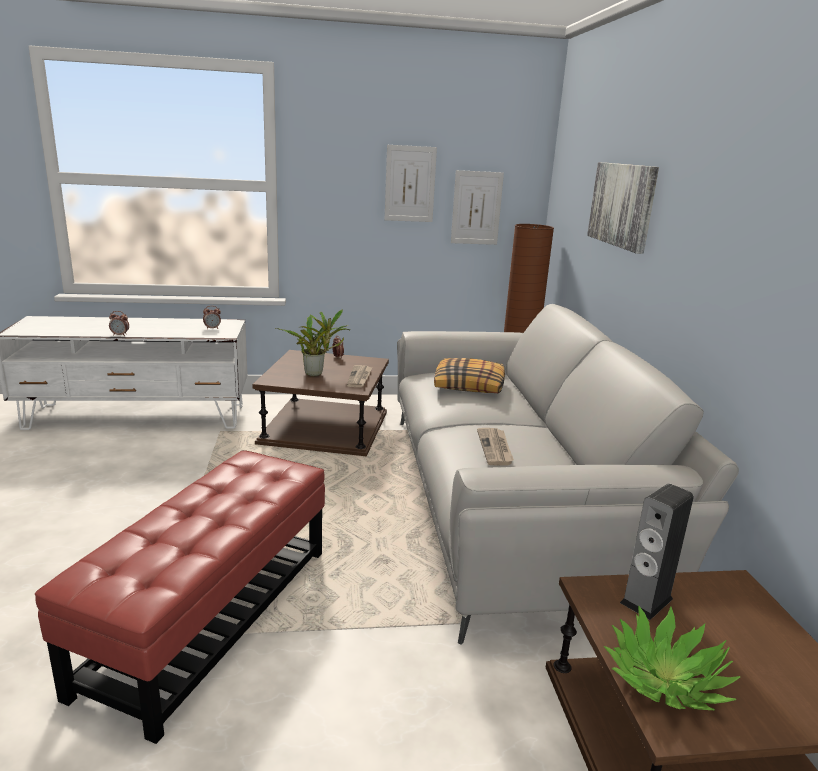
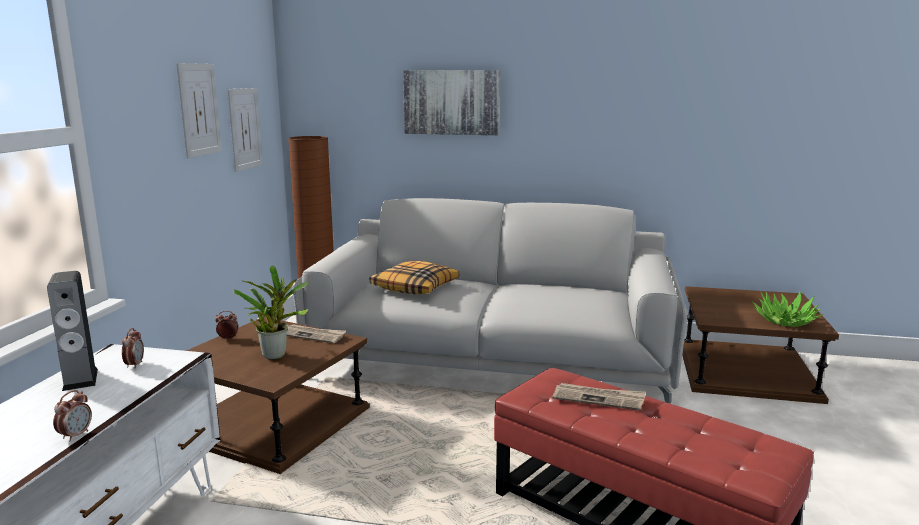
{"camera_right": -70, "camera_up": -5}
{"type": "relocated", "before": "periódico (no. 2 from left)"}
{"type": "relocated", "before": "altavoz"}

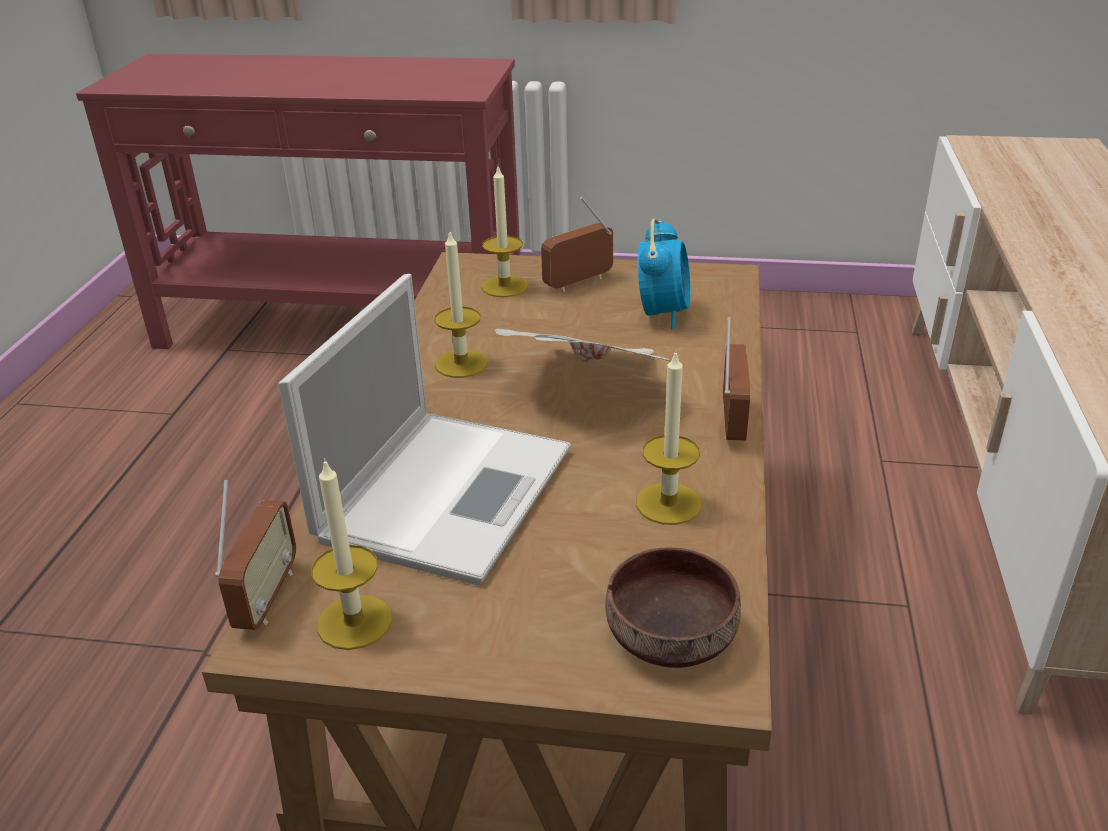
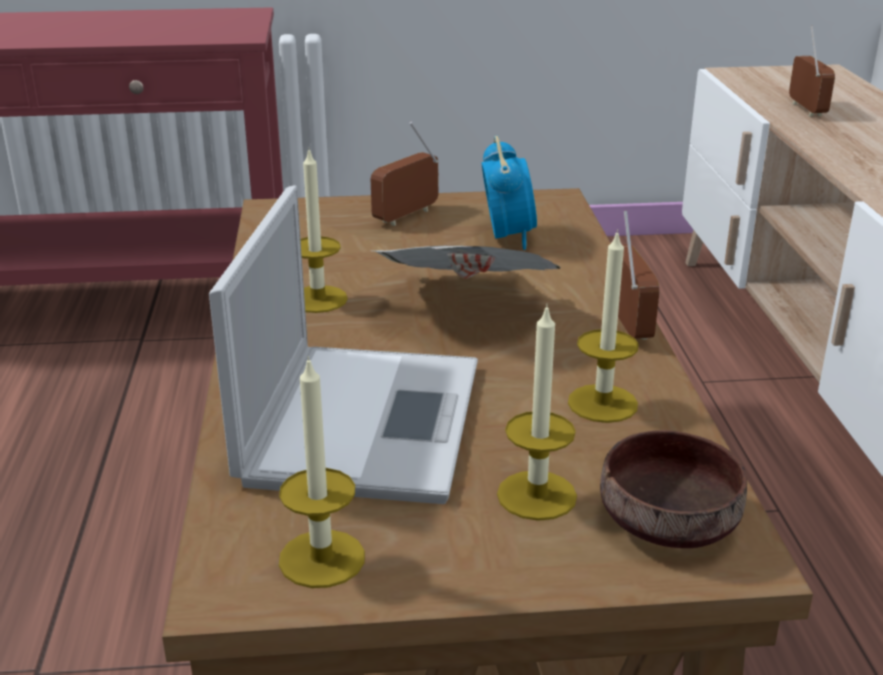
{"camera_right": -15, "camera_up": -5}
{"type": "relocated", "before": "radio (no. 1 from left in the first image)", "after": "radio (no. 3 from left)"}
{"type": "relocated", "before": "vela (no. 3 from left)"}

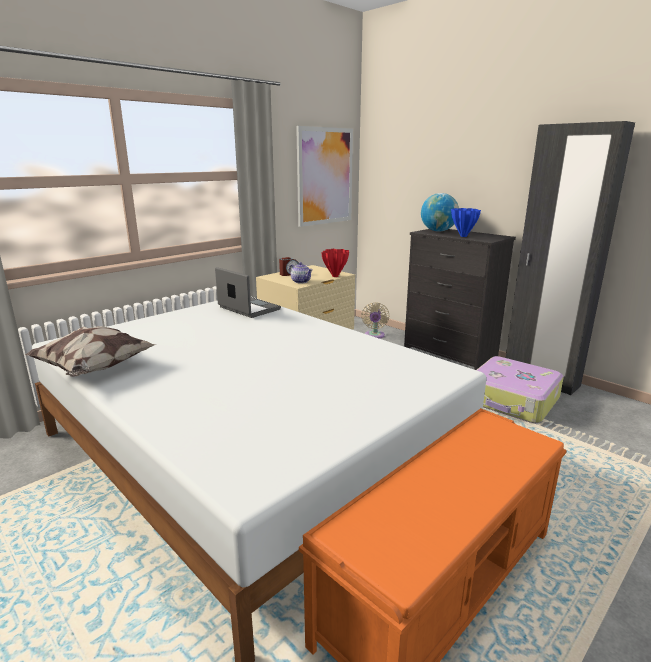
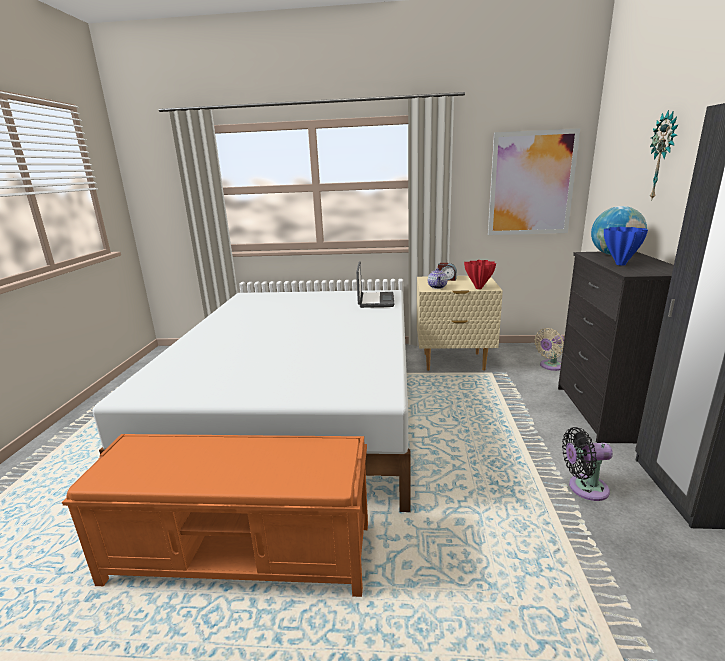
{"camera_right": 50, "camera_up": 0}
{"type": "missing", "before": "cojín"}
{"type": "exchanged", "before": "maleta", "after": "ventilador [negro]"}
{"type": "appeared", "after": "reloj de pared"}

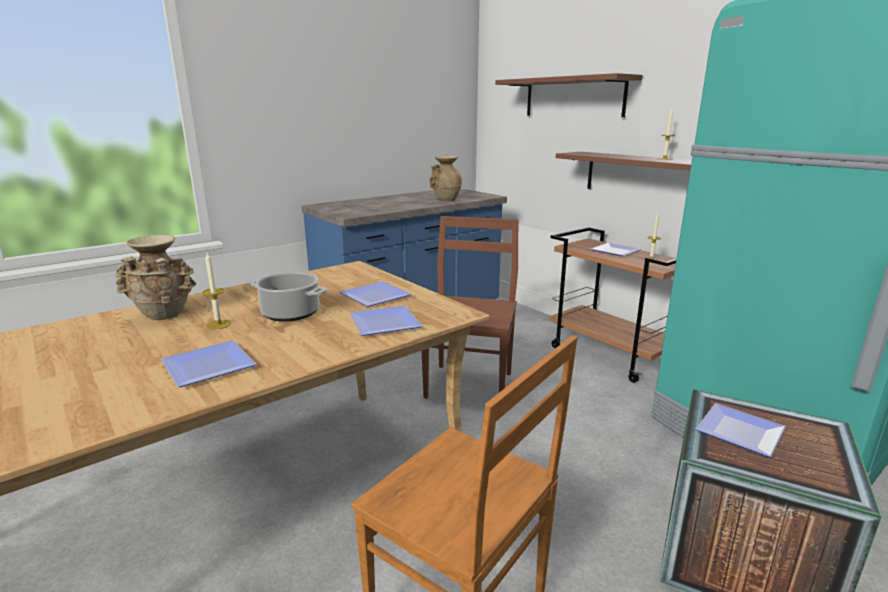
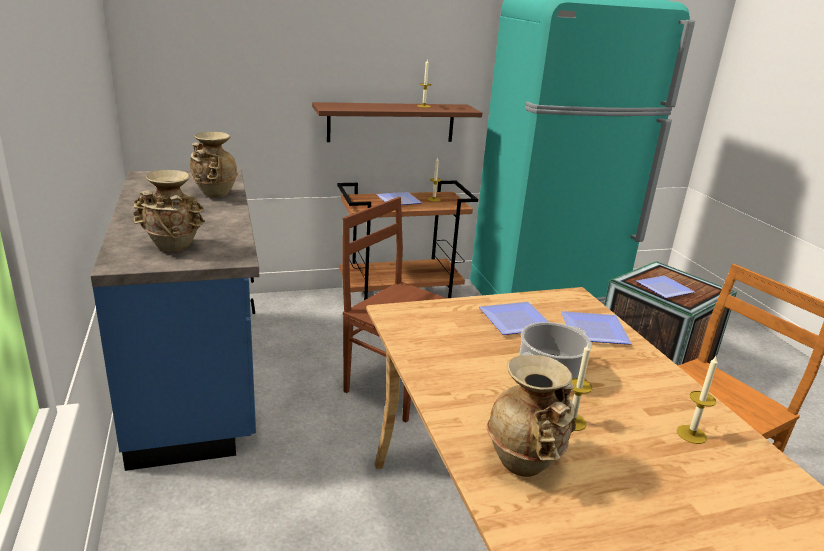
{"camera_right": -70, "camera_up": 5}
{"type": "exchanged", "before": "plato (no. 1 from left)", "after": "vela (no. 4 from left)"}
{"type": "missing", "before": "estante [marrón] (no. 1 from left)"}
{"type": "appeared", "after": "florero [beis] (no. 1 from left)"}

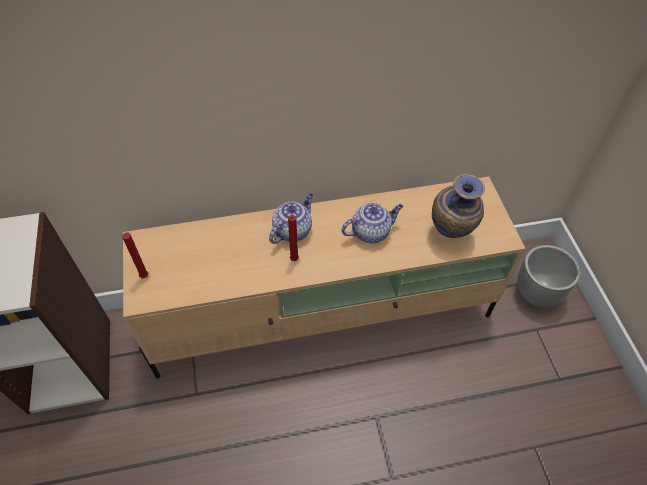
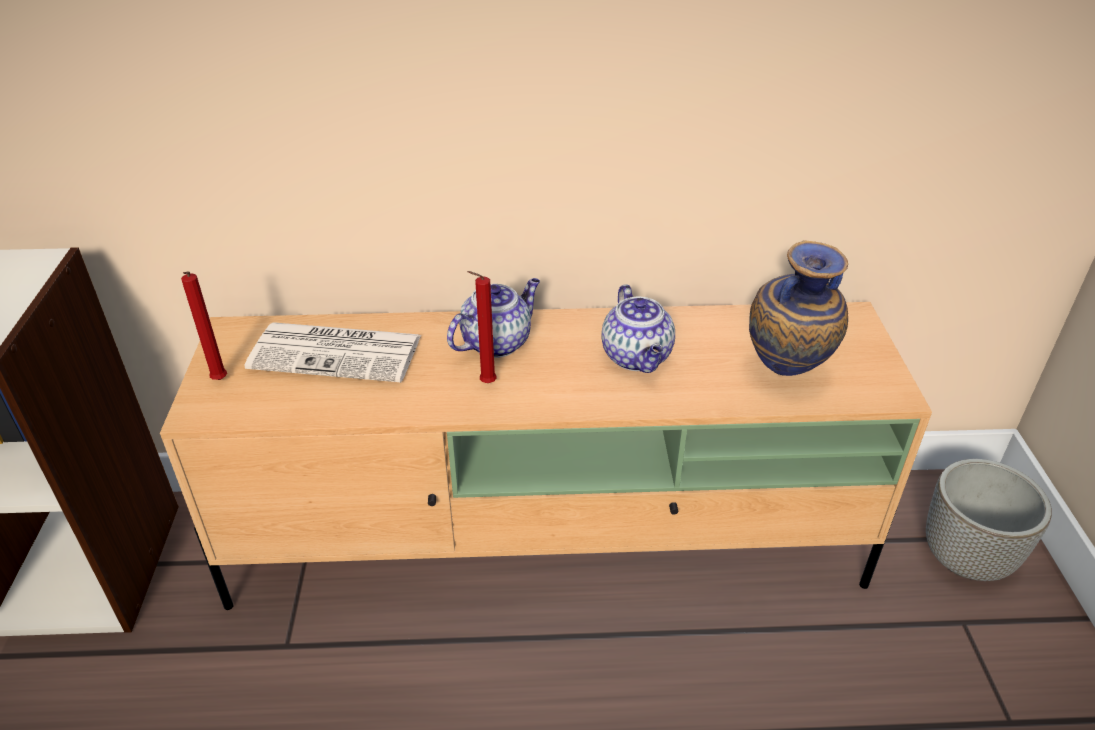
{"camera_right": 10, "camera_up": -15}
{"type": "spun", "before": "tetera (no. 2 from left)", "turn": 90}
{"type": "appeared", "after": "periódico"}

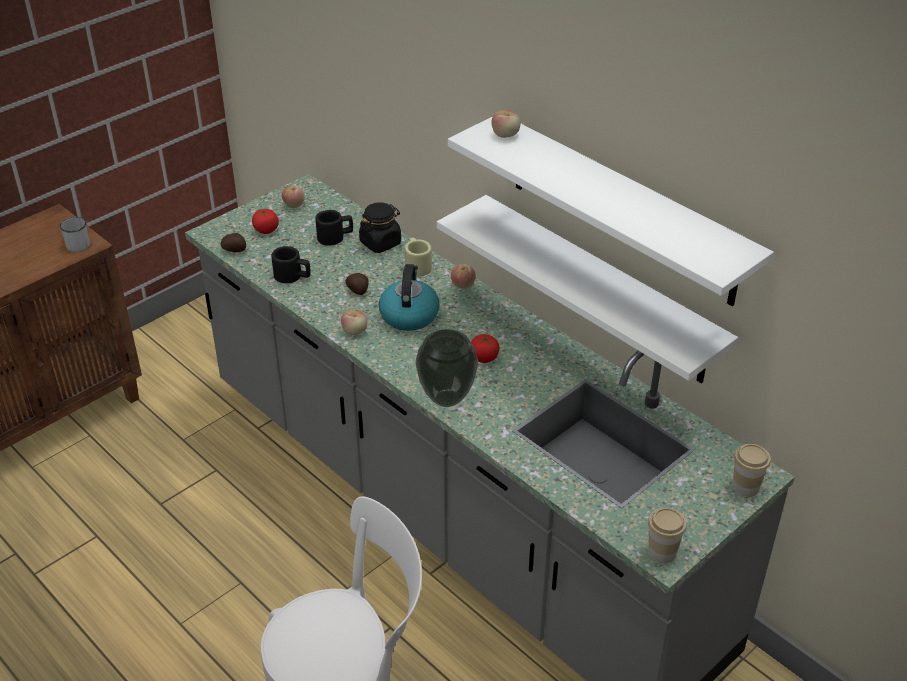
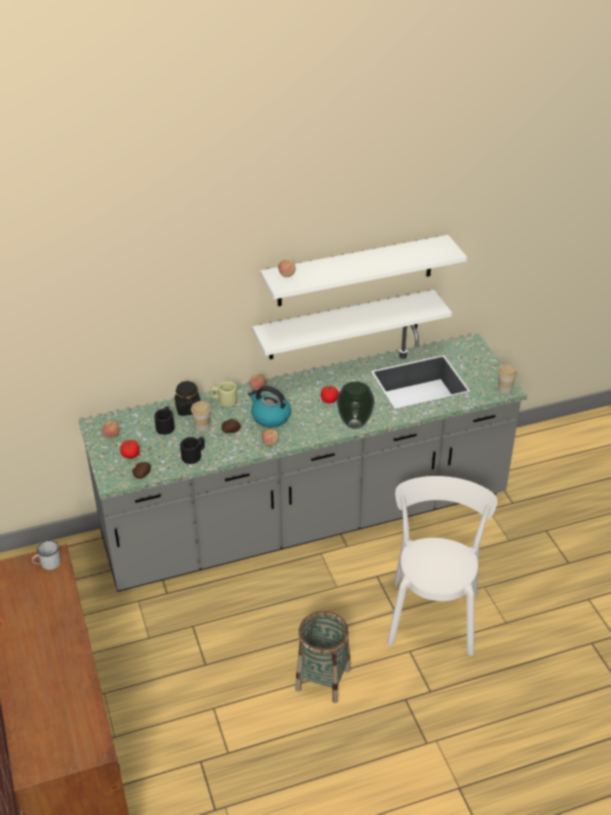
{"camera_right": -65, "camera_up": 0}
{"type": "relocated", "before": "taza (no. 2 from left in the first image)", "after": "taza (no. 1 from left)"}
{"type": "appeared", "after": "cesta"}

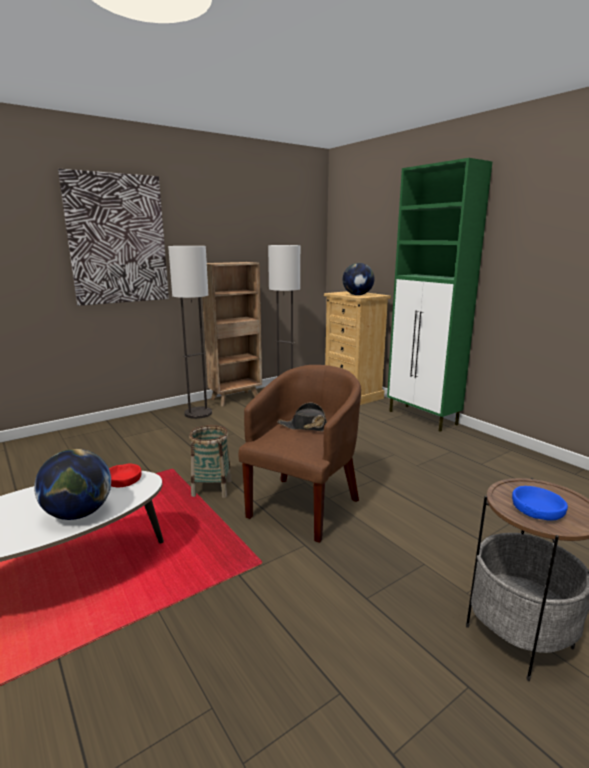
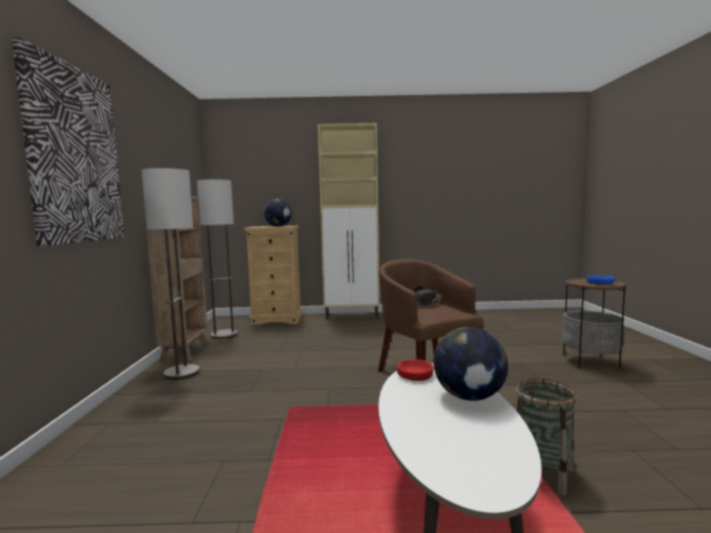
{"camera_right": -55, "camera_up": -10}
{"type": "relocated", "before": "cesta"}
{"type": "colour", "before": "armario [verde]", "after": "armario [beis]"}

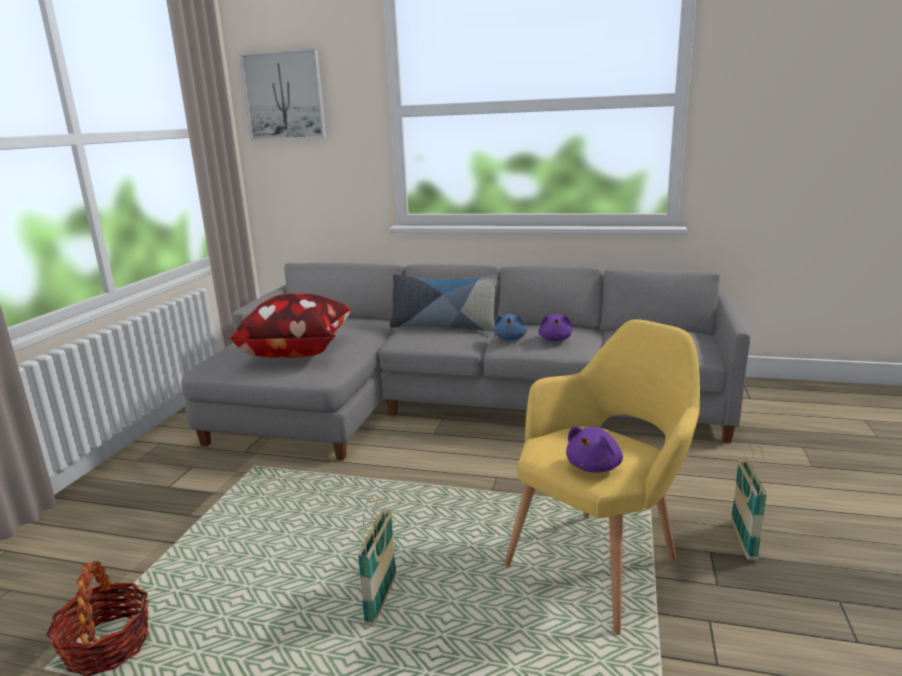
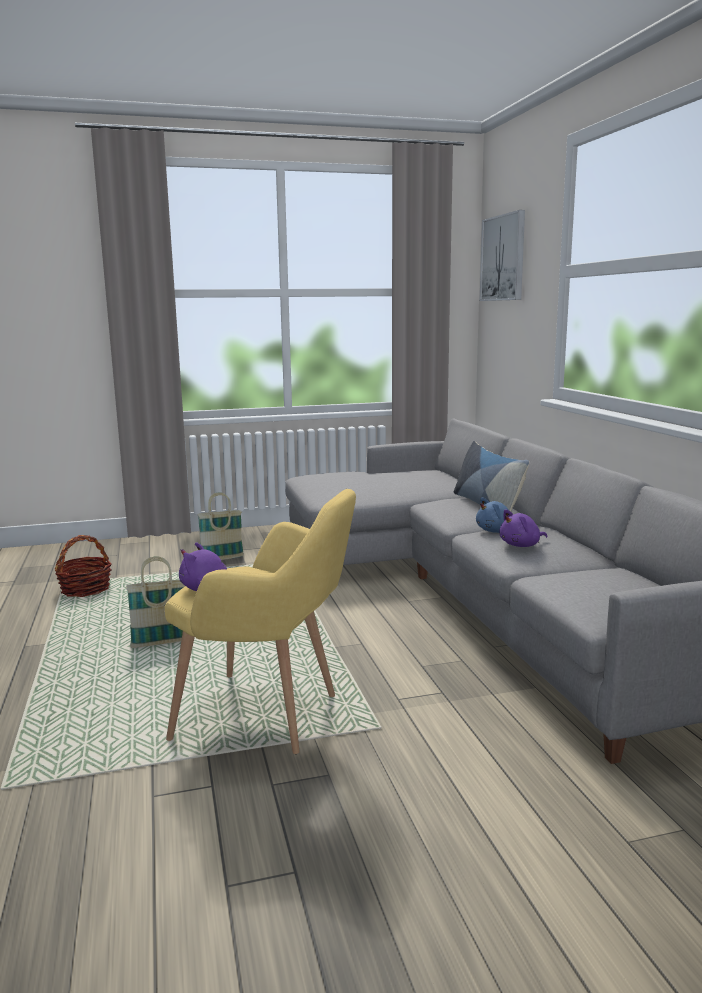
{"camera_right": 60, "camera_up": -5}
{"type": "missing", "before": "cojín (no. 1 from left)"}
{"type": "relocated", "before": "cesta (no. 3 from left)"}

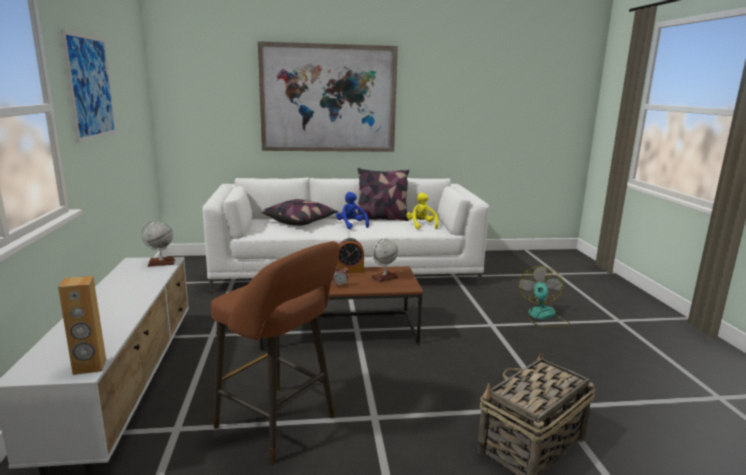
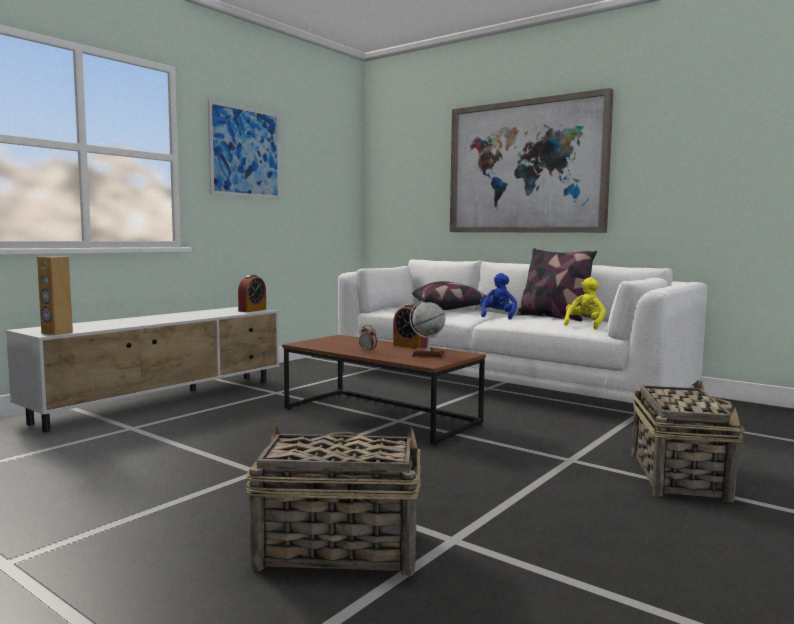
{"camera_right": 45, "camera_up": -10}
{"type": "exchanged", "before": "globo terráqueo (no. 1 from left)", "after": "despertador (no. 1 from left)"}
{"type": "missing", "before": "taburete [marrón]"}
{"type": "exchanged", "before": "ventilador", "after": "cesta (no. 2 from left)"}

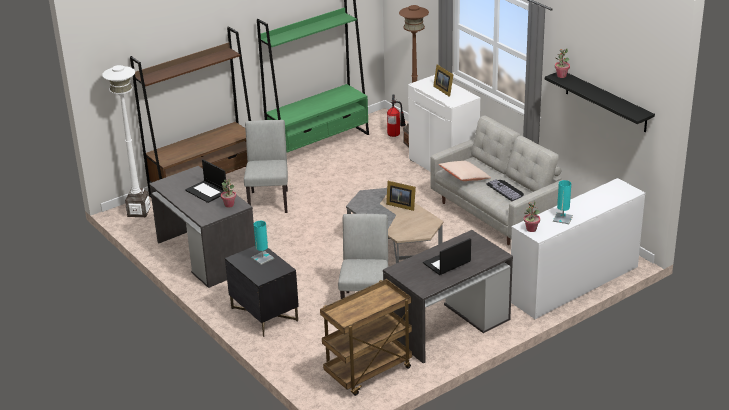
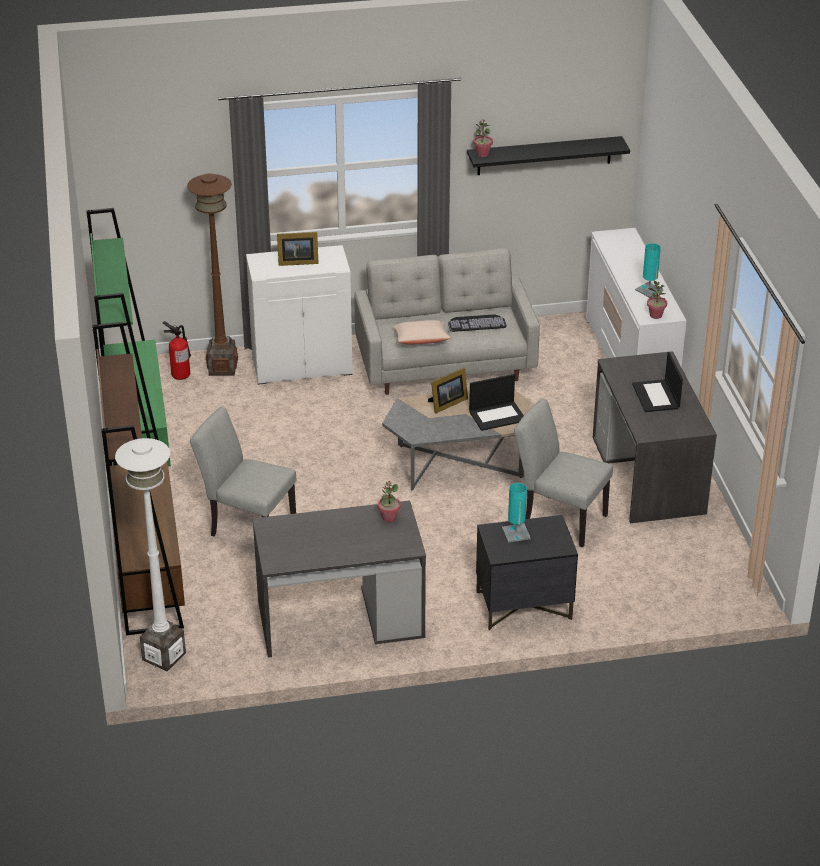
{"camera_right": -65, "camera_up": 5}
{"type": "relocated", "before": "portátil (no. 1 from left)"}
{"type": "missing", "before": "carrito [marrón]"}

